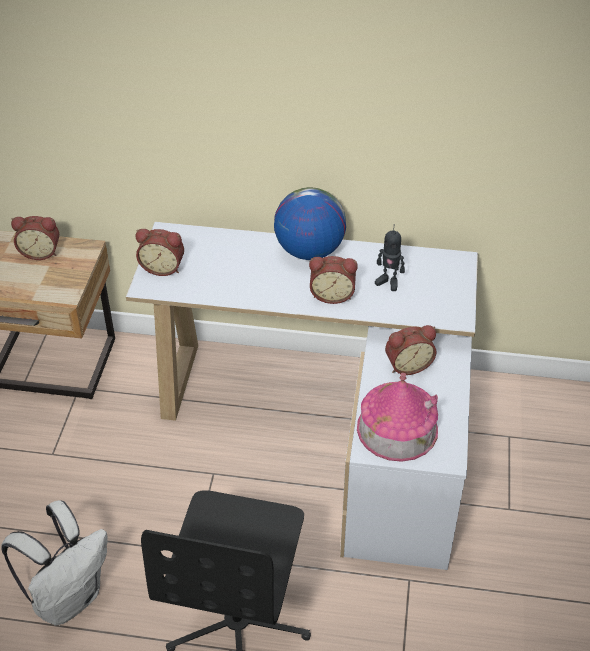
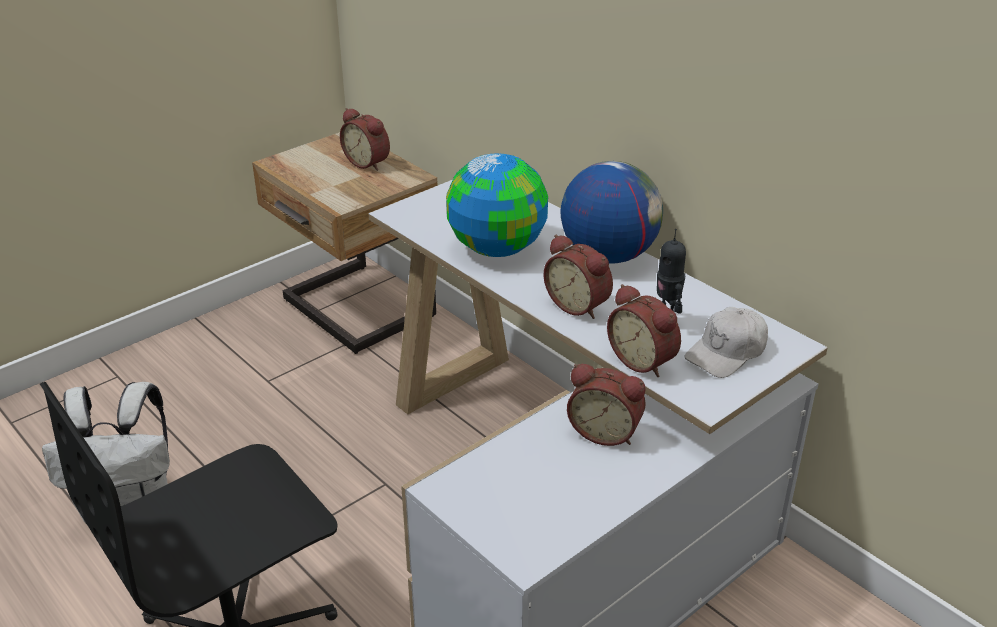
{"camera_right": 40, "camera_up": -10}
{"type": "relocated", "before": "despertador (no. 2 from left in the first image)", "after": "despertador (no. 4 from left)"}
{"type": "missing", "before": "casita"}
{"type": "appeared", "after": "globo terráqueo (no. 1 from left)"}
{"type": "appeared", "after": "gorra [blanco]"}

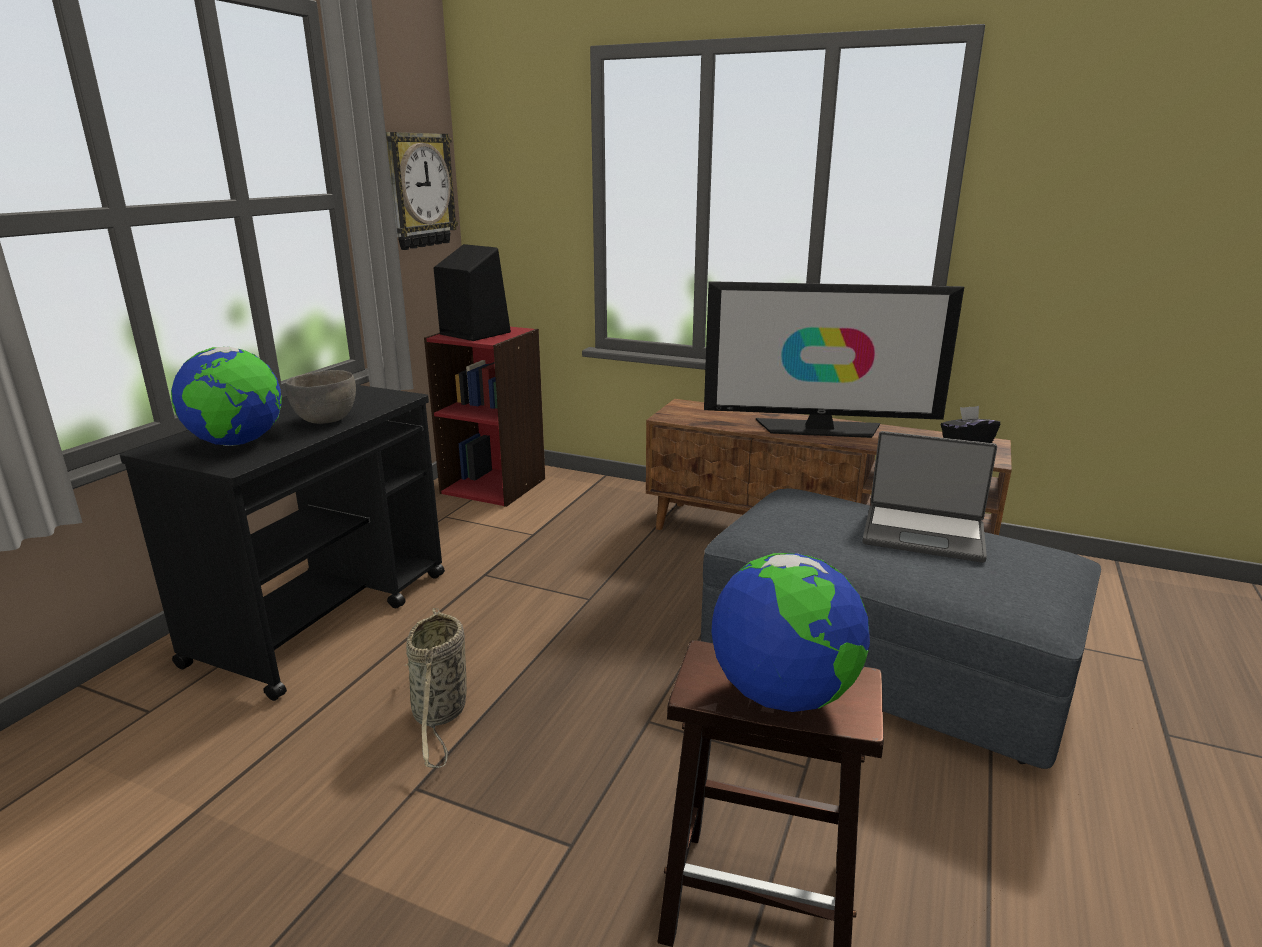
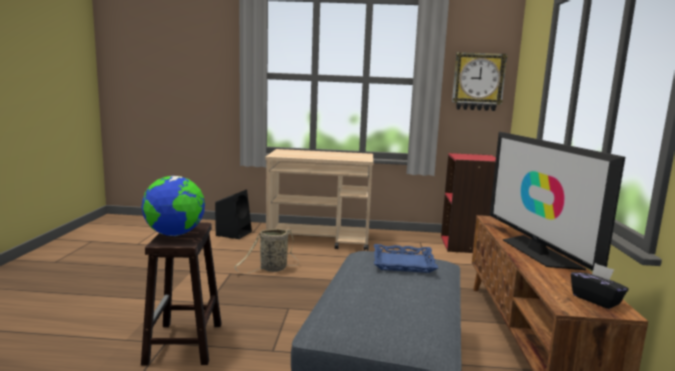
{"camera_right": 70, "camera_up": -10}
{"type": "colour", "before": "carrito [negro]", "after": "carrito [beis]"}
{"type": "missing", "before": "globo terráqueo (no. 1 from left)"}
{"type": "missing", "before": "cuenco [gris]"}
{"type": "relocated", "before": "altavoz [negro]"}
{"type": "missing", "before": "portátil"}
{"type": "appeared", "after": "bandeja [azul]"}

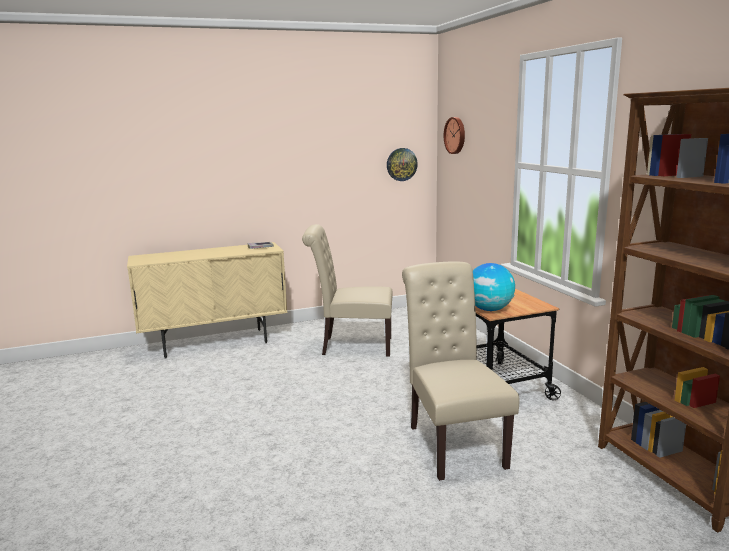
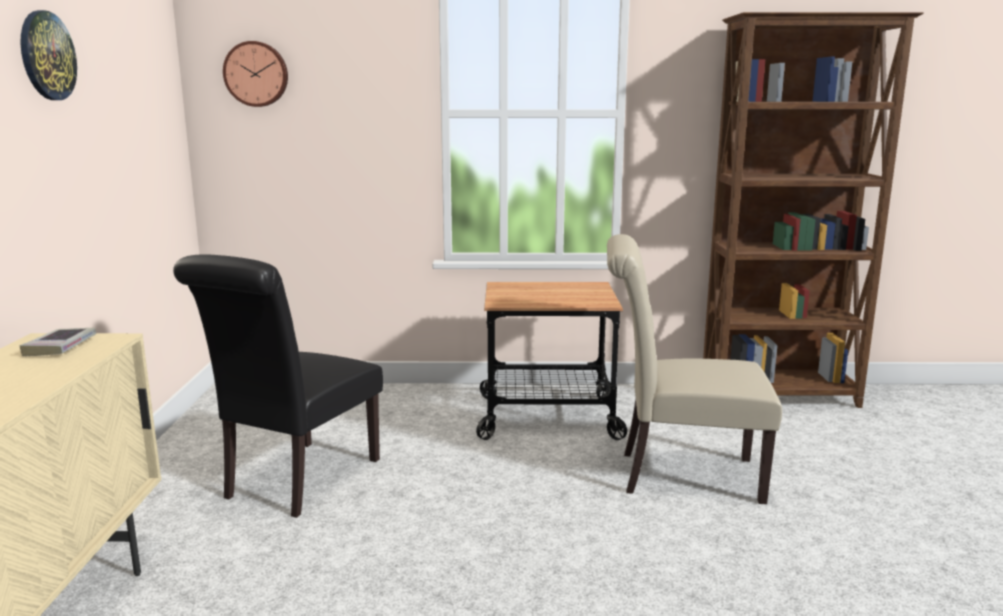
{"camera_right": -70, "camera_up": 0}
{"type": "colour", "before": "silla [beis] (no. 1 from left)", "after": "silla [negro]"}
{"type": "relocated", "before": "reloj de pared (no. 1 from left)"}
{"type": "missing", "before": "globo terráqueo"}

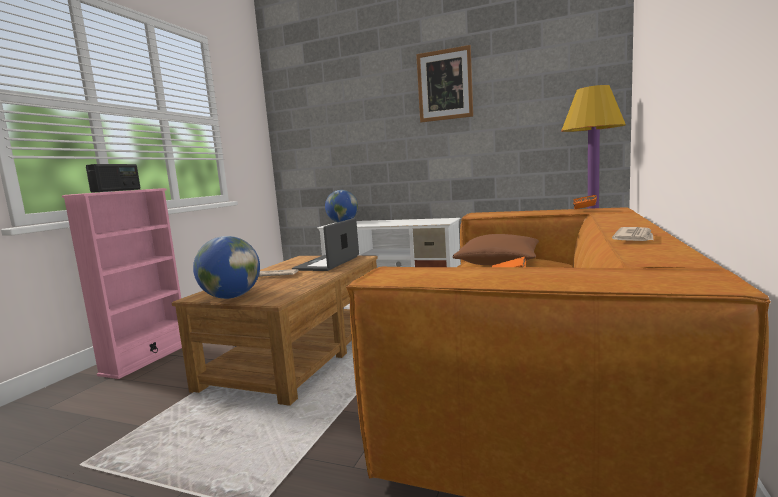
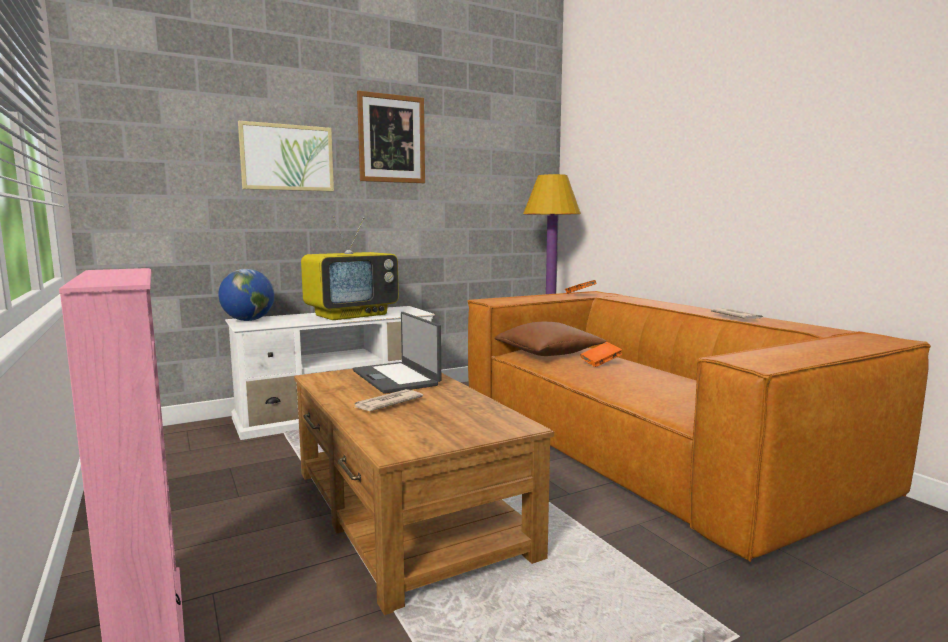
{"camera_right": -50, "camera_up": 0}
{"type": "missing", "before": "radio"}
{"type": "missing", "before": "globo terráqueo (no. 1 from left)"}
{"type": "appeared", "after": "cuadro (no. 1 from left)"}
{"type": "appeared", "after": "televisor"}

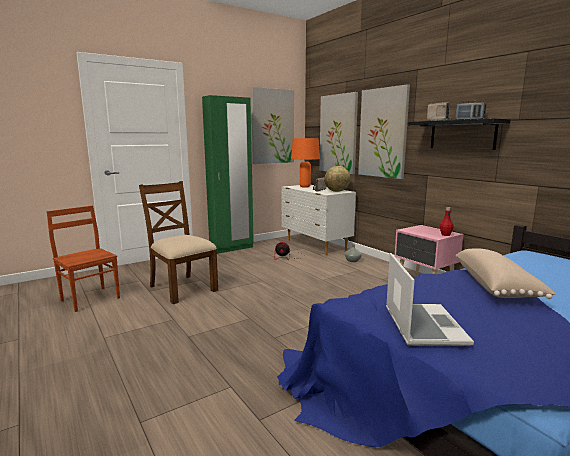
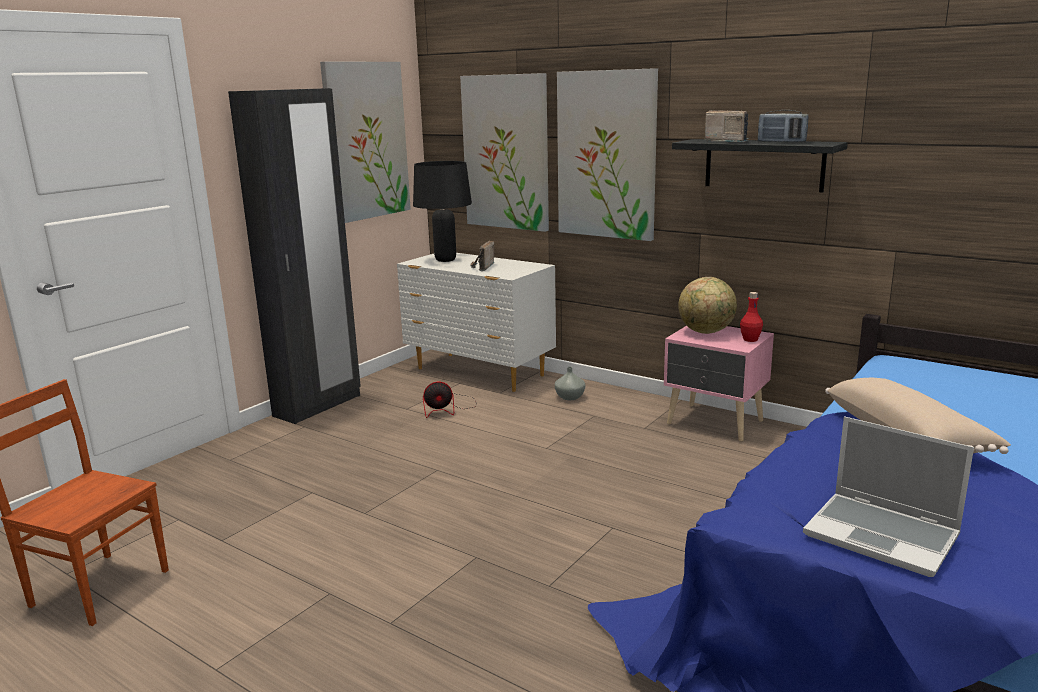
{"camera_right": -20, "camera_up": 5}
{"type": "missing", "before": "silla [marrón] (no. 2 from left)"}
{"type": "colour", "before": "armario ropero [verde]", "after": "armario ropero [negro]"}
{"type": "colour", "before": "lámpara de mesa [naranja]", "after": "lámpara de mesa [negro]"}
{"type": "relocated", "before": "globo terráqueo"}
{"type": "spun", "before": "portátil", "turn": 150}

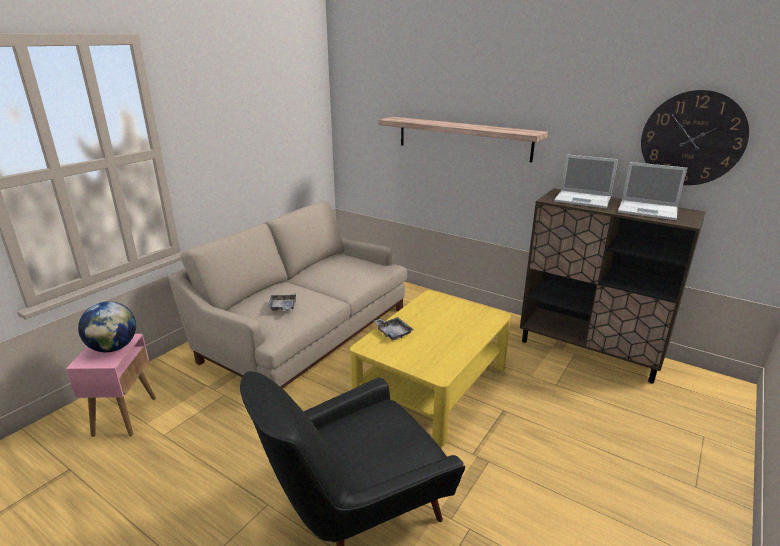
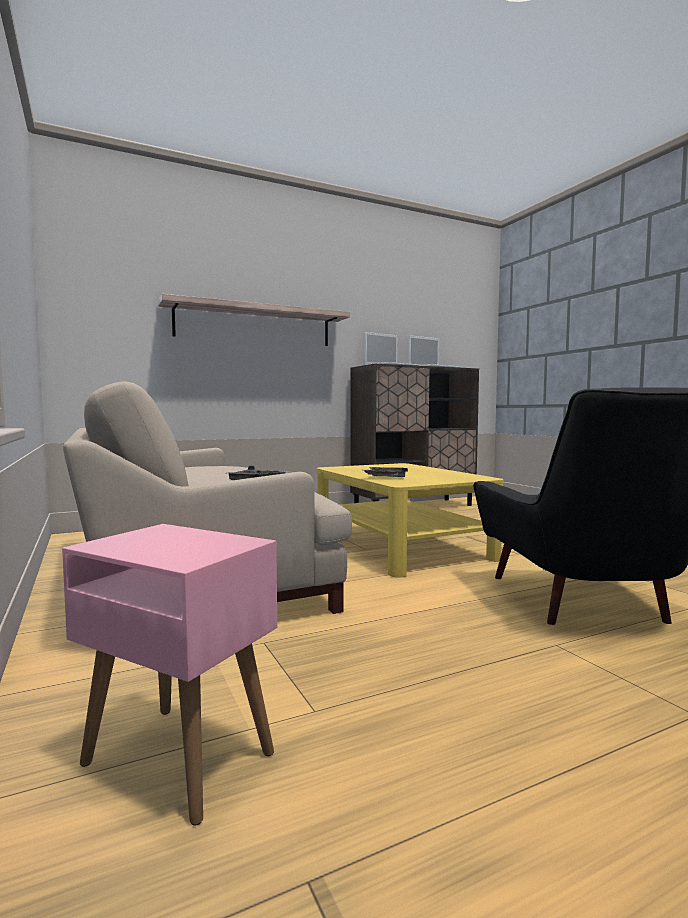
{"camera_right": -60, "camera_up": -20}
{"type": "missing", "before": "globo terráqueo"}
{"type": "missing", "before": "reloj de pared"}

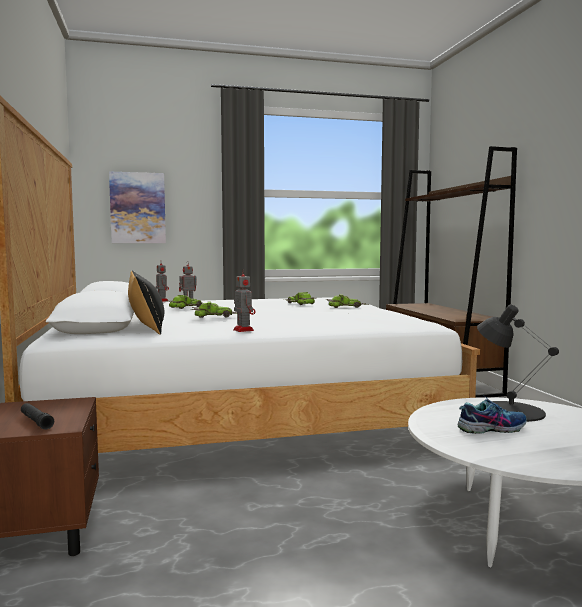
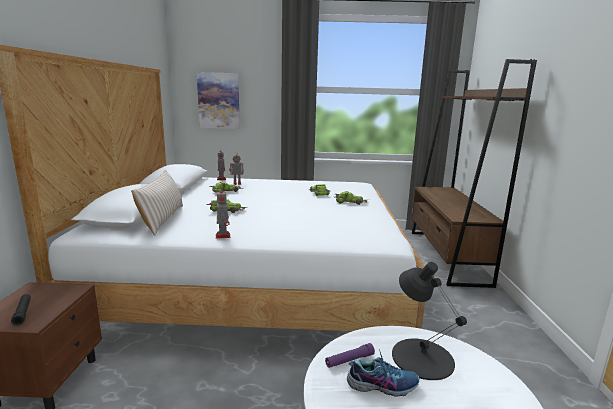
{"camera_right": 15, "camera_up": 10}
{"type": "colour", "before": "cojín [negro]", "after": "cojín [beis]"}
{"type": "appeared", "after": "linterna [morado]"}

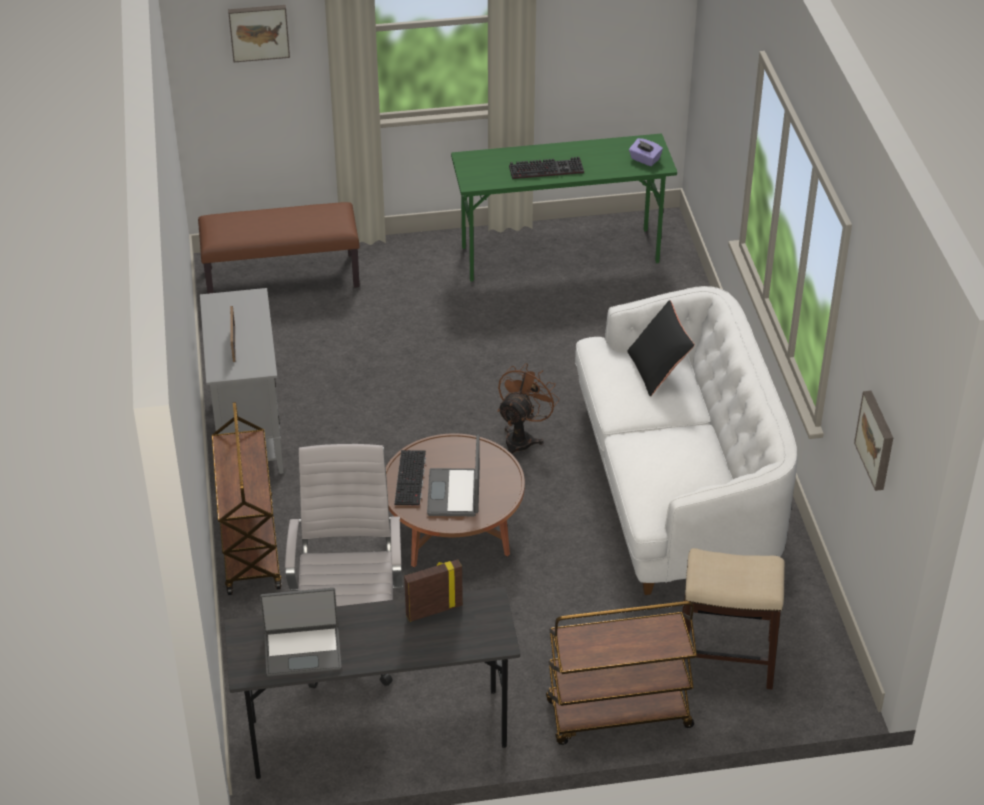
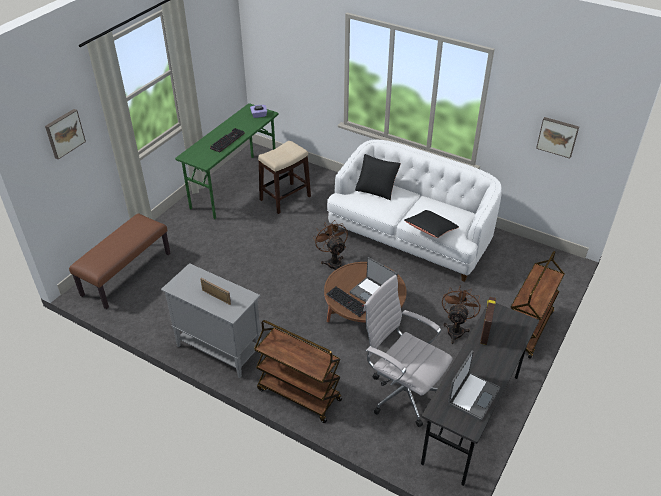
{"camera_right": -50, "camera_up": 0}
{"type": "relocated", "before": "taburete"}
{"type": "appeared", "after": "cojín [negro] (no. 2 from left)"}
{"type": "appeared", "after": "ventilador [marrón] (no. 2 from left)"}

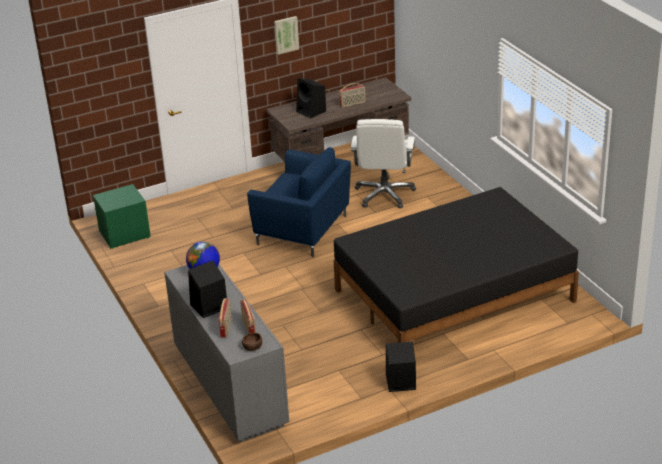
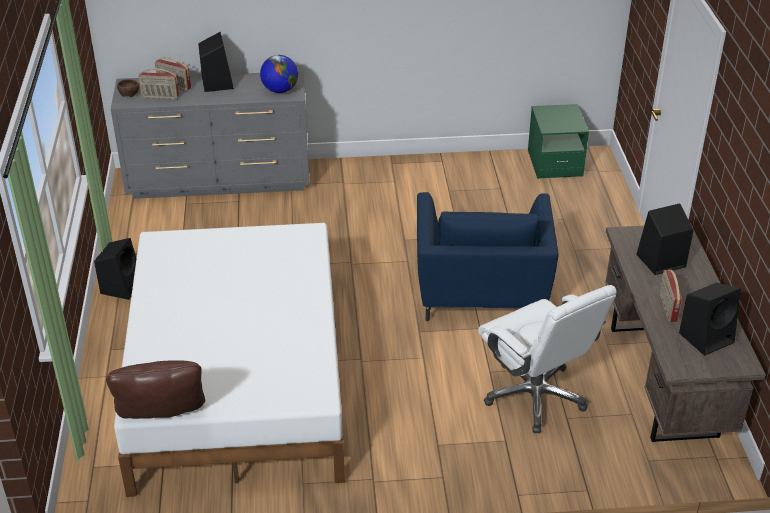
{"camera_right": 110, "camera_up": 5}
{"type": "spun", "before": "sillón [azul]", "turn": -45}
{"type": "missing", "before": "cuadro"}
{"type": "colour", "before": "cama [negro]", "after": "cama [blanco]"}
{"type": "spun", "before": "silla de oficina [blanco]", "turn": -150}
{"type": "appeared", "after": "cojín [marrón]"}
{"type": "appeared", "after": "altavoz [negro] (no. 4 from left)"}

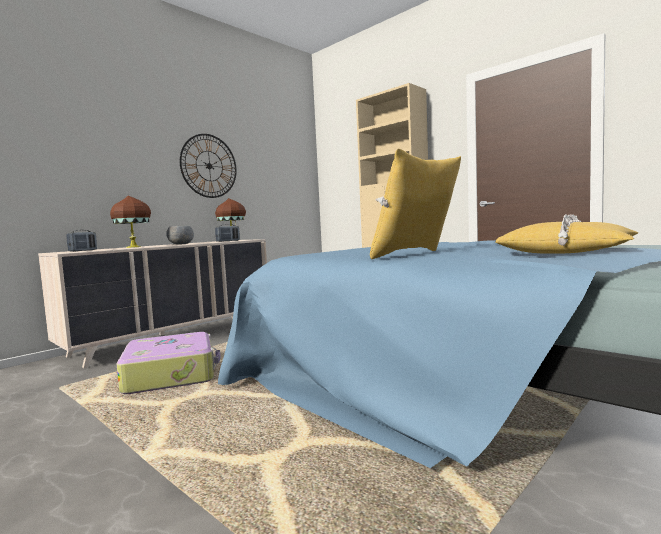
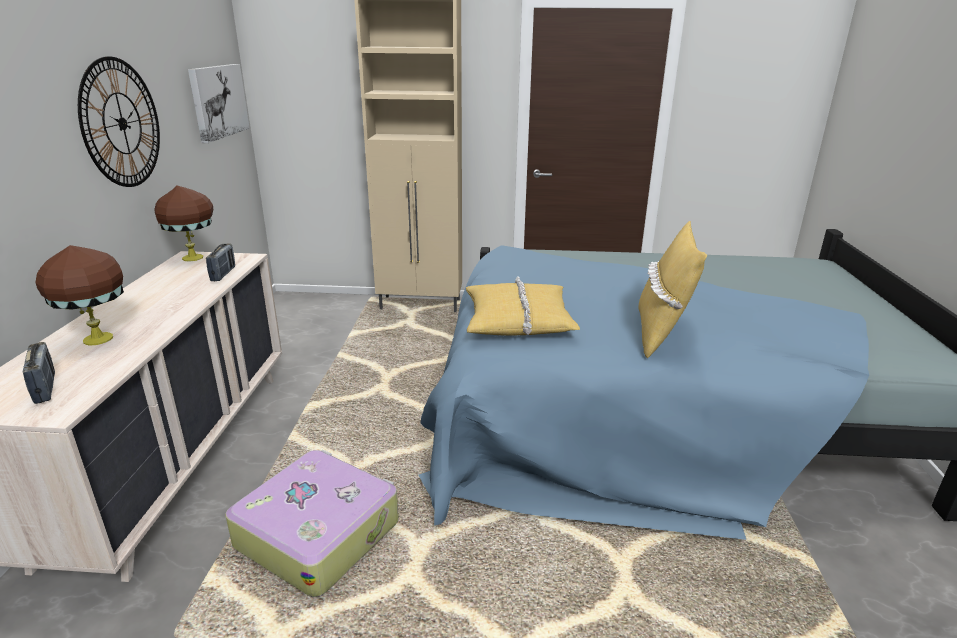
{"camera_right": -40, "camera_up": 20}
{"type": "missing", "before": "cuenco [gris]"}
{"type": "relocated", "before": "cojín [amarillo] (no. 2 from left in the first image)", "after": "cojín [amarillo] (no. 1 from left)"}
{"type": "appeared", "after": "cuadro"}

